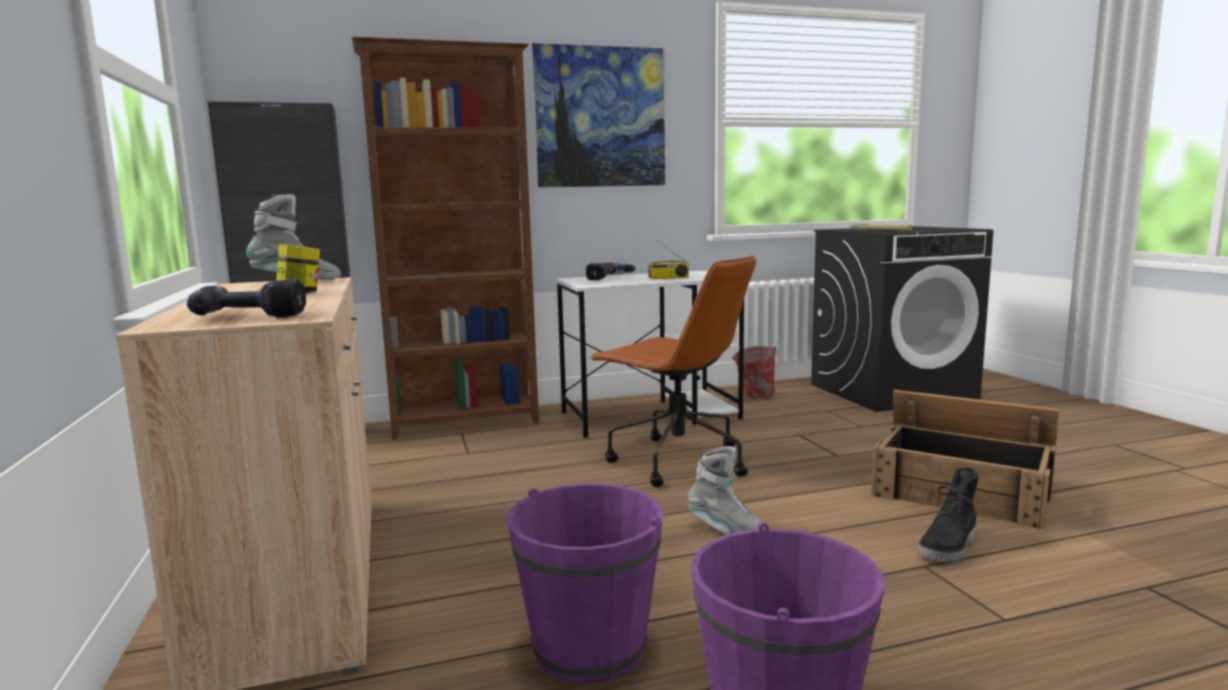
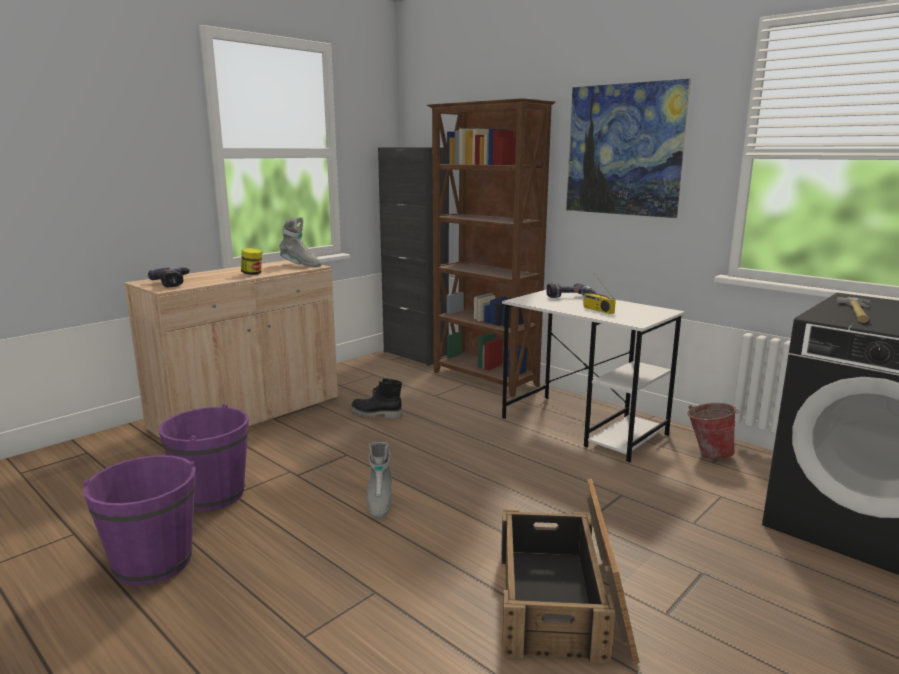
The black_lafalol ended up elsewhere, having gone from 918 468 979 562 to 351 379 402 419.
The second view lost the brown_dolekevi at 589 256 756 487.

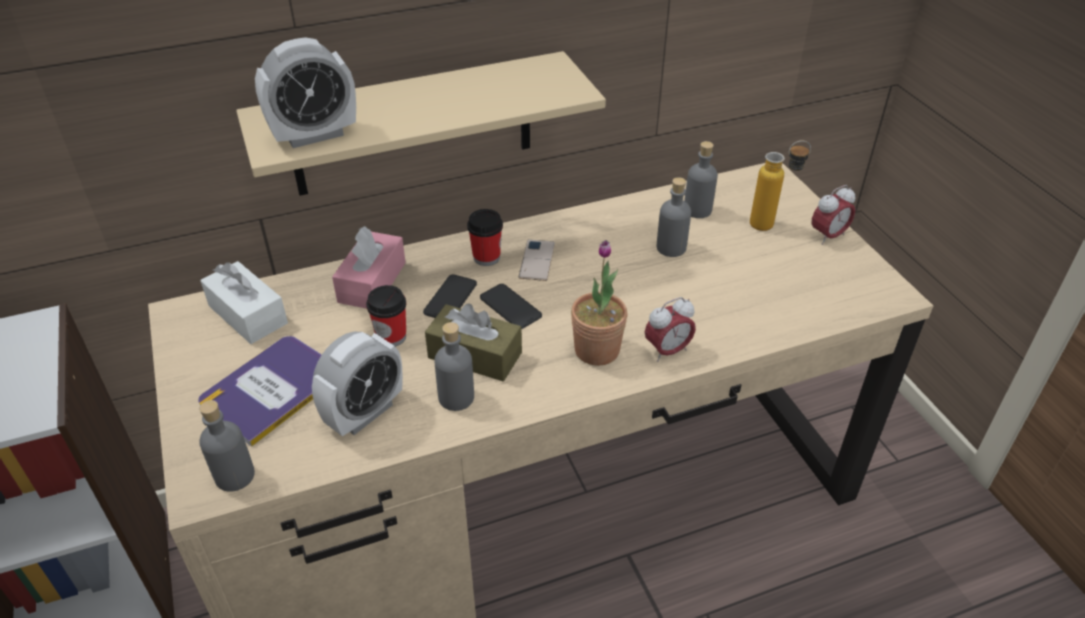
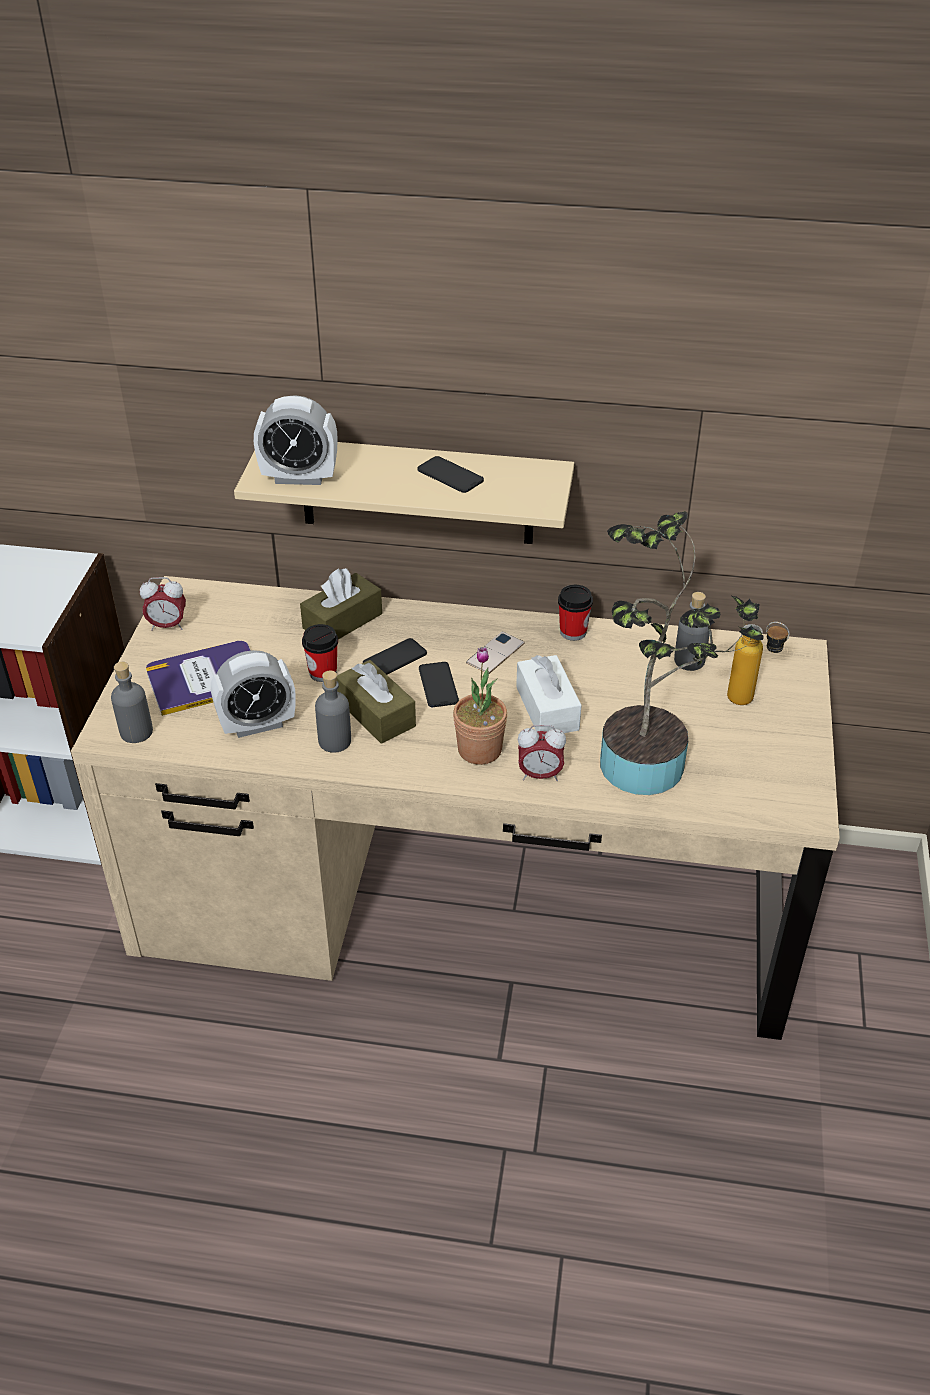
The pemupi ended up elsewhere, having gone from 811 185 855 245 to 140 577 186 631.
What was the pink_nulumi at 332 226 406 309 turned into the brown_nulumi at 300 568 382 639.
The second view gained the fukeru at 418 456 484 493.
The white_nulumi ended up elsewhere, having gone from 200 261 288 344 to 516 655 582 733.
The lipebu ended up elsewhere, having gone from 467 209 503 266 to 558 585 593 641.
The second view gained the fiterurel at 600 511 764 795.
The second view lost the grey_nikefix at 657 177 691 257.

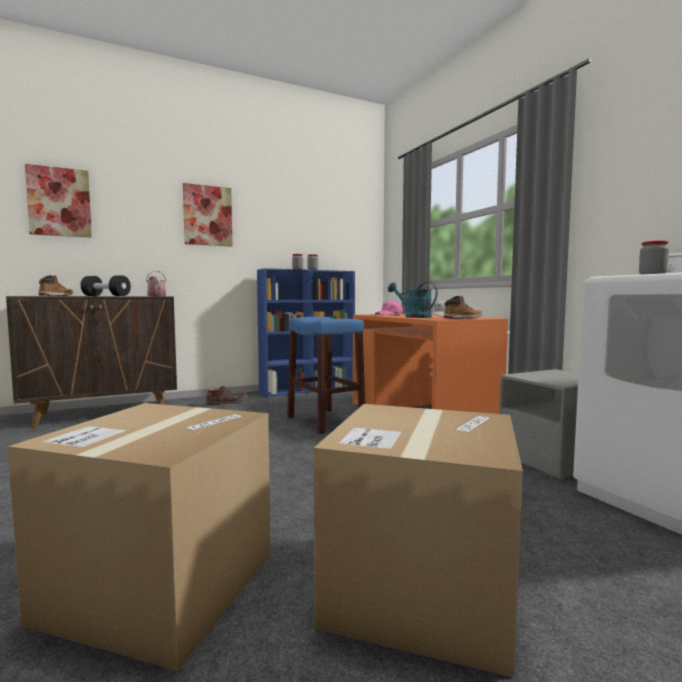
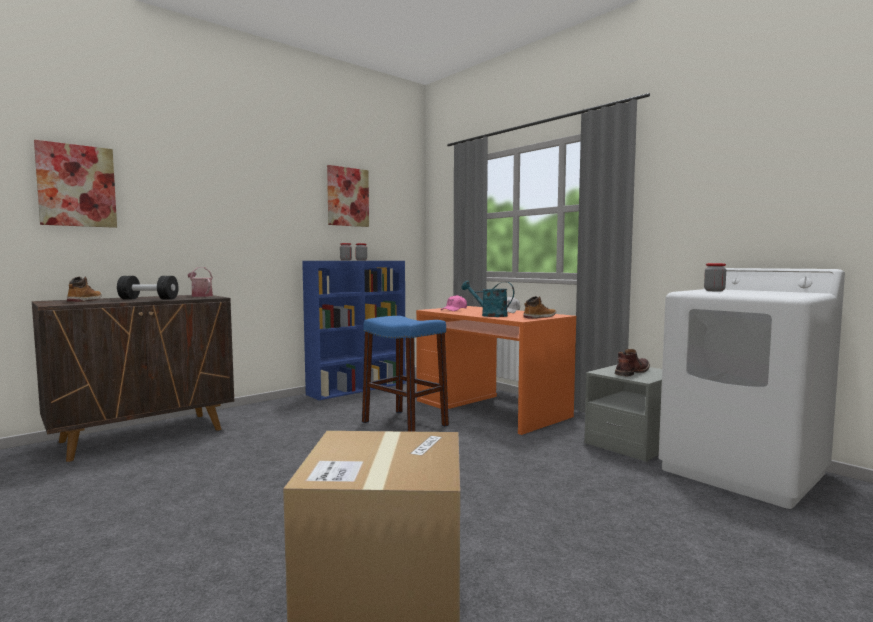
The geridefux ended up elsewhere, having gone from 183 183 233 247 to 327 165 369 227.
The brown_lafalol ended up elsewhere, having gone from 205 386 247 406 to 615 349 650 376.
The second view lost the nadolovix at 314 404 523 678.

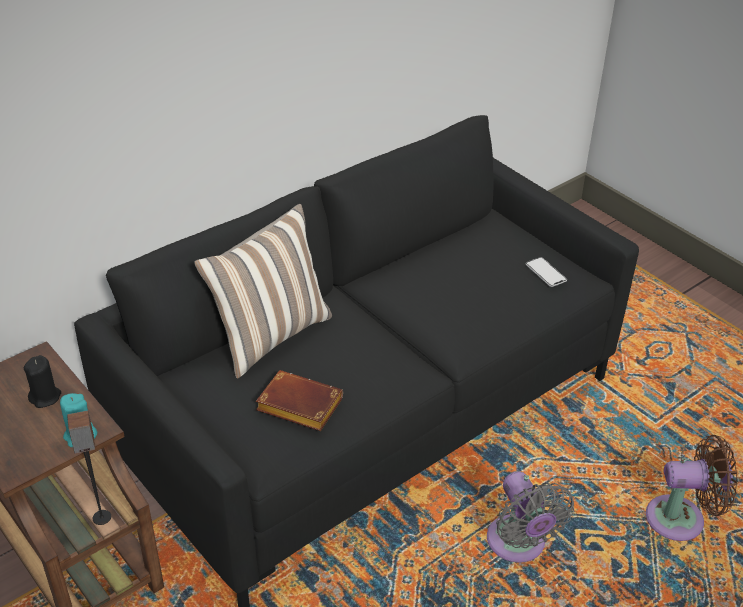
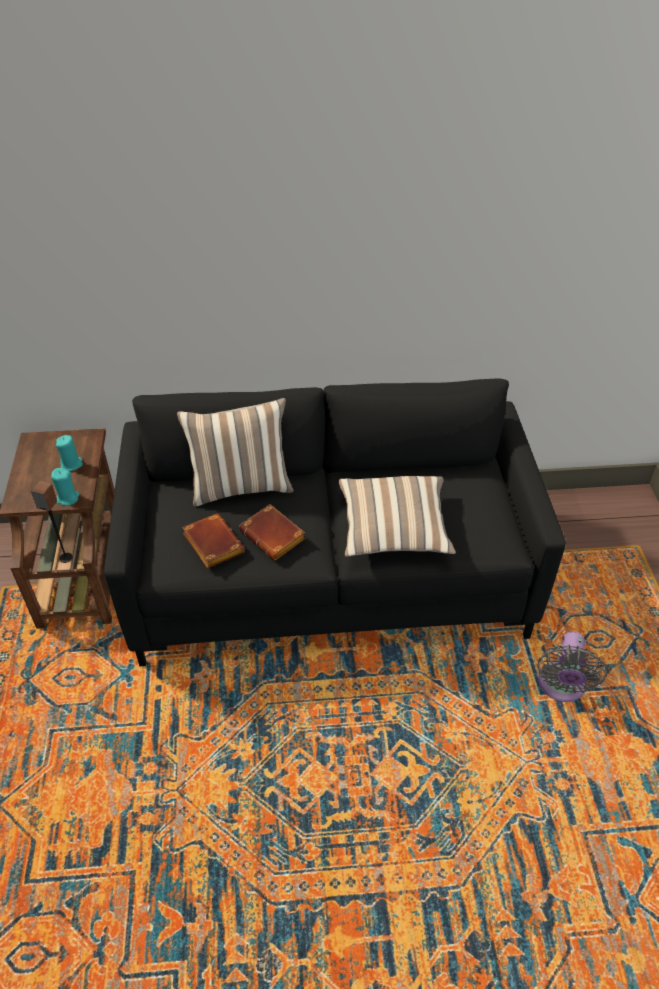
What was the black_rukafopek at 24 355 61 408 turned into the turquoise_rukafopek at 56 435 83 471.
The second view gained the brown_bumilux at 239 504 306 561.
The second view gained the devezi at 339 476 456 557.
The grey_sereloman ended up elsewhere, having gone from 487 471 574 563 to 537 631 607 702.
The second view lost the fukeru at 525 257 567 287.
The second view lost the brown_sereloman at 646 435 737 541.

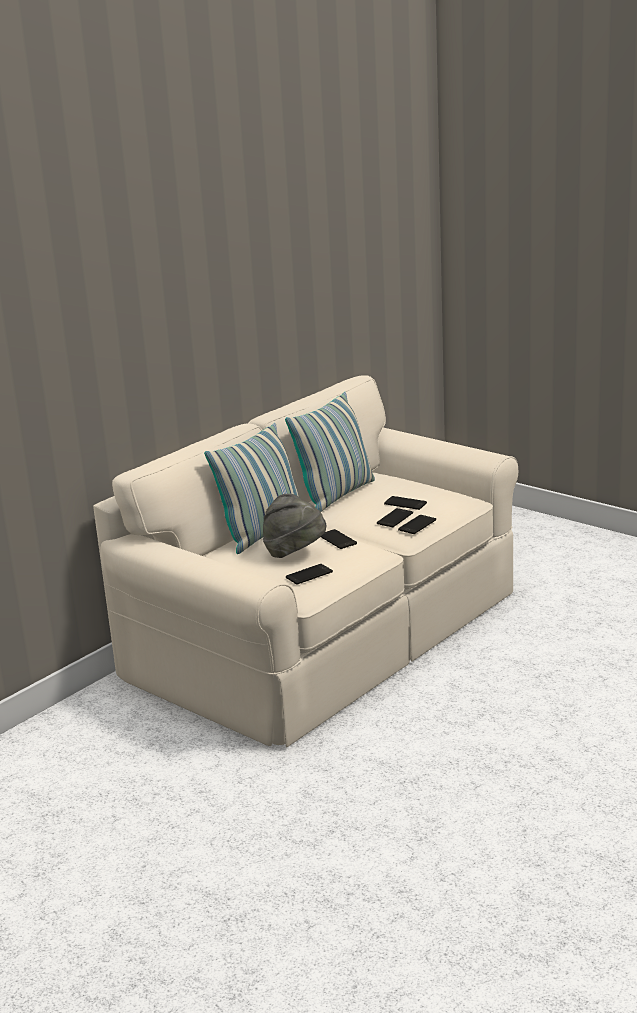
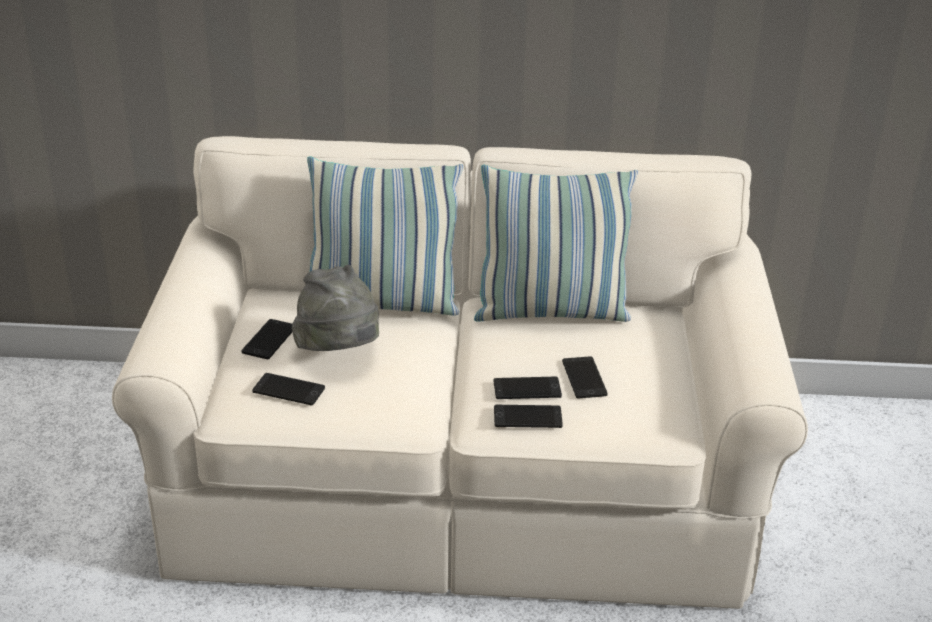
The fukeru ended up elsewhere, having gone from 321 529 357 549 to 241 319 292 359.

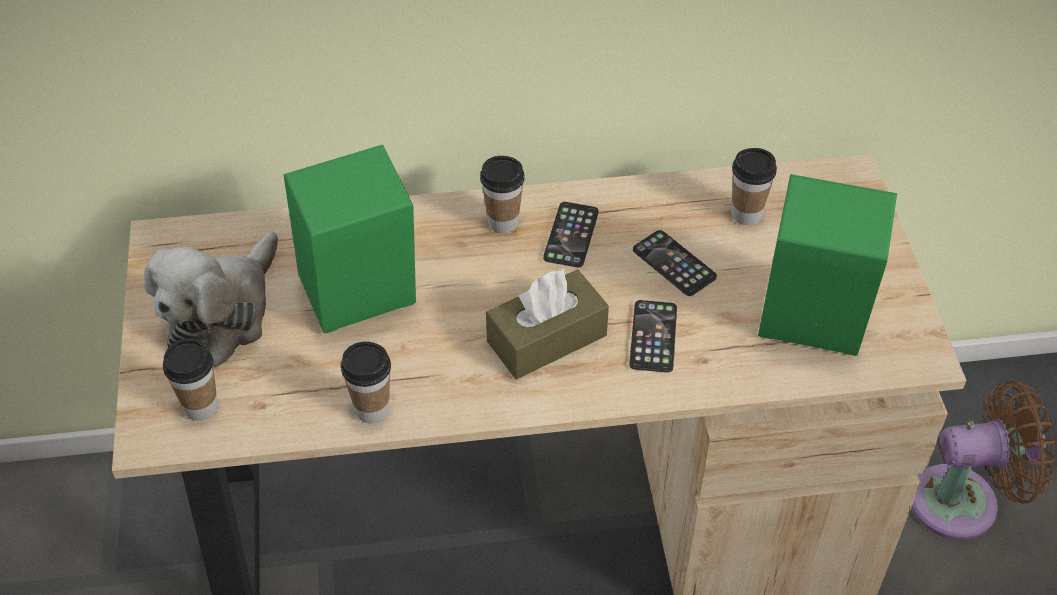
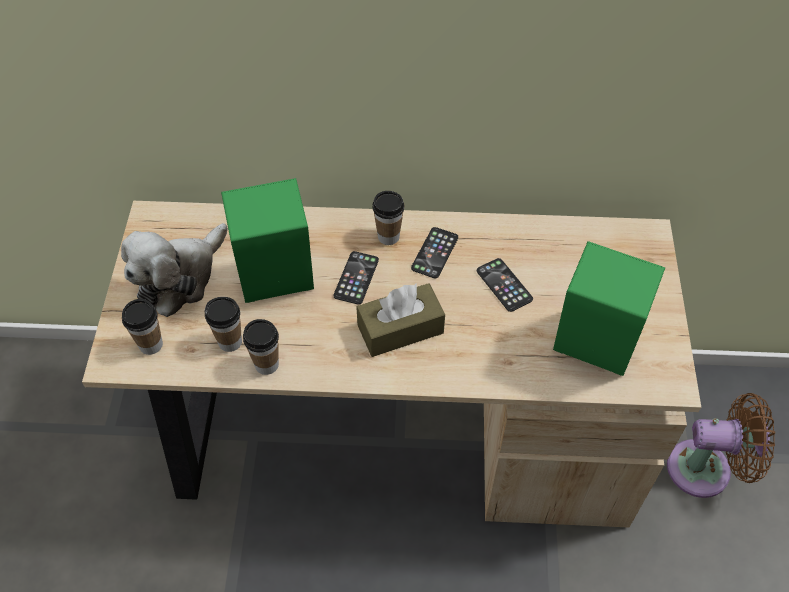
The lipebu ended up elsewhere, having gone from 732 148 777 225 to 205 297 242 352.
The fukeru ended up elsewhere, having gone from 629 300 677 373 to 334 251 379 305.

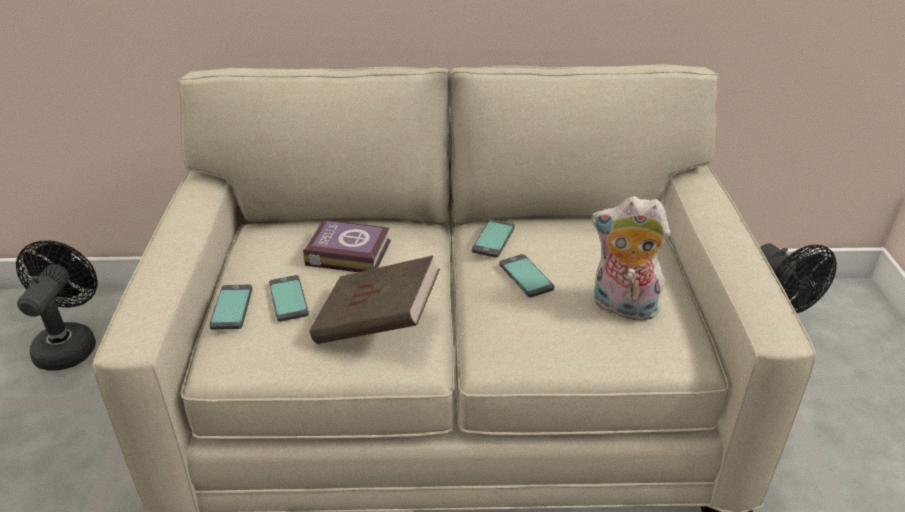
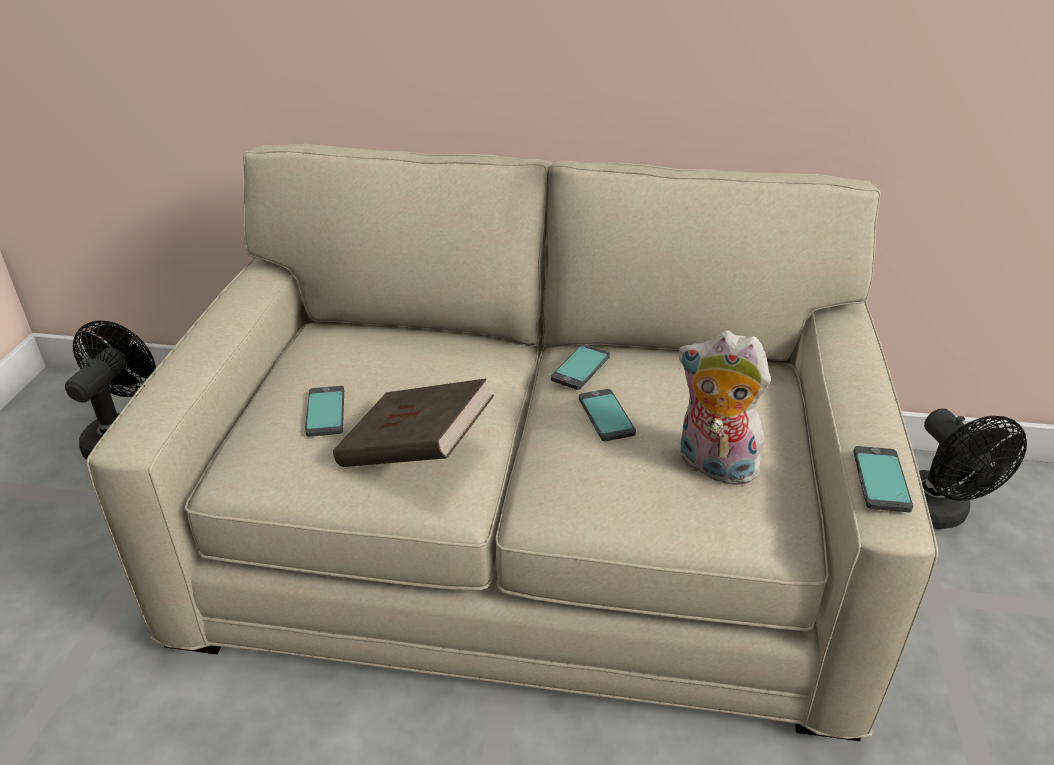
The fukeru ended up elsewhere, having gone from 209 285 252 330 to 853 446 913 512.
The second view lost the bumilux at 303 220 391 272.

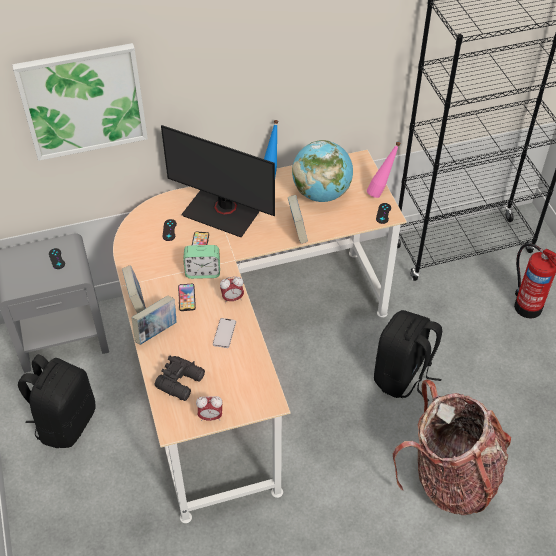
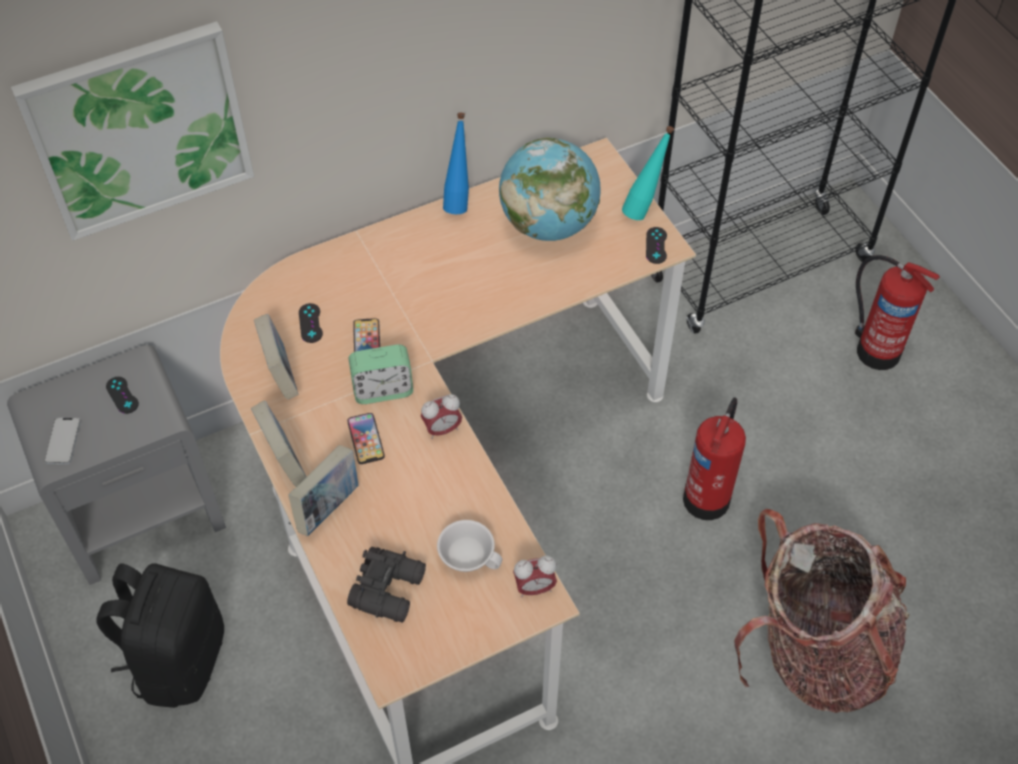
The fukeru ended up elsewhere, having gone from 213 318 236 348 to 44 418 81 464.
The bumilux ended up elsewhere, having gone from 288 195 308 244 to 254 314 298 400.
The second view gained the white_lipebu at 437 520 502 572.
The pemupi ended up elsewhere, having gone from 196 396 223 421 to 513 555 557 597.
What was the pink_nikefix at 367 142 401 198 turned into the turquoise_nikefix at 622 126 674 220.
Where the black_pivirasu stood at 374 310 442 401, the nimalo came to stand at 683 398 746 520.
The second view lost the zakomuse at 161 125 275 237.

